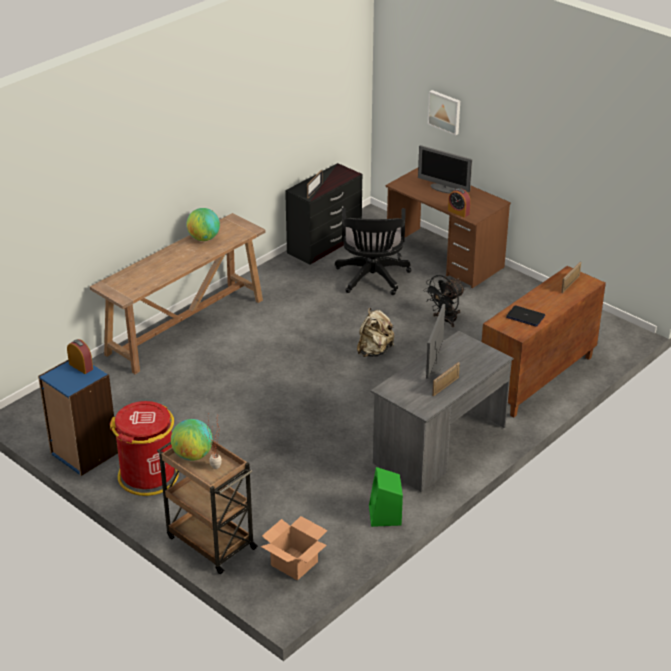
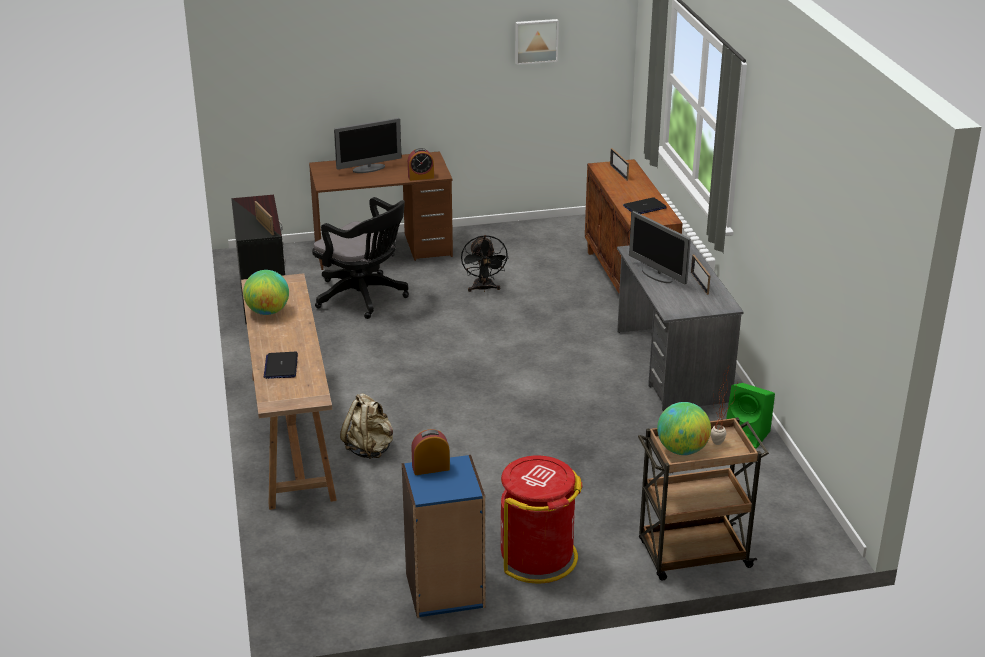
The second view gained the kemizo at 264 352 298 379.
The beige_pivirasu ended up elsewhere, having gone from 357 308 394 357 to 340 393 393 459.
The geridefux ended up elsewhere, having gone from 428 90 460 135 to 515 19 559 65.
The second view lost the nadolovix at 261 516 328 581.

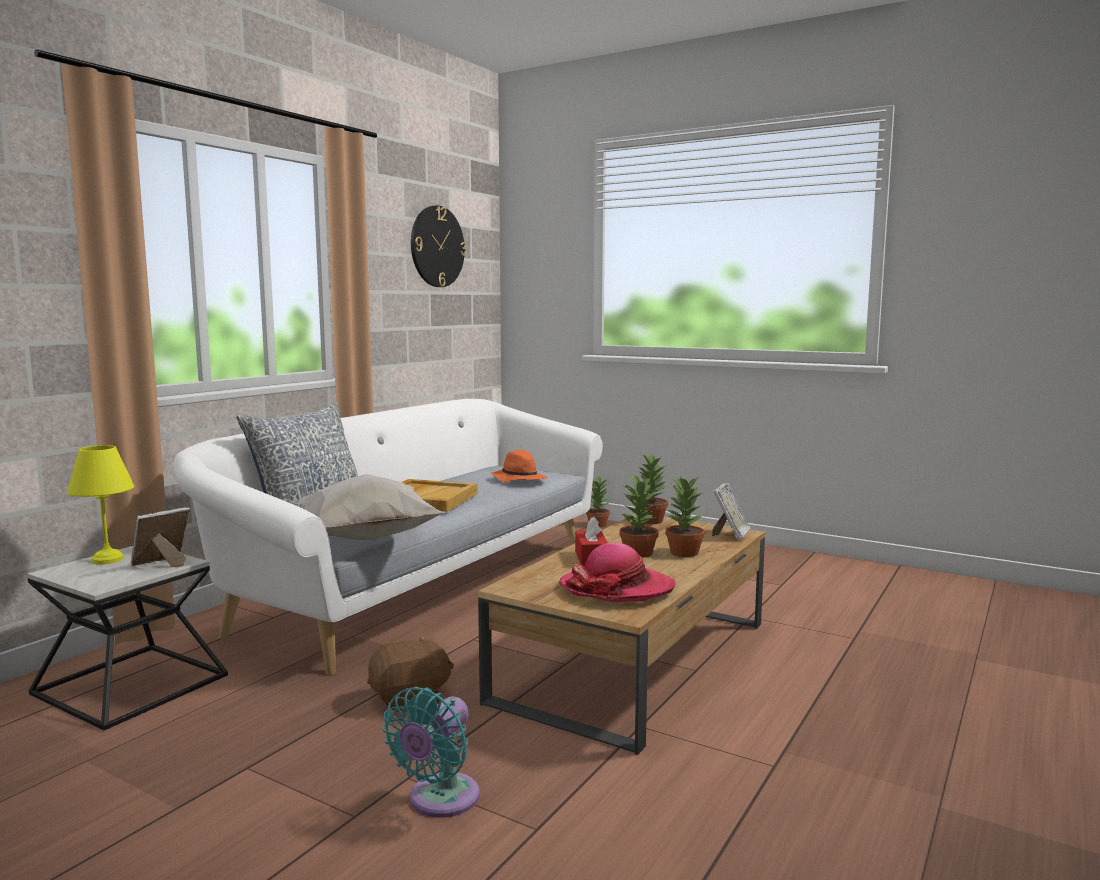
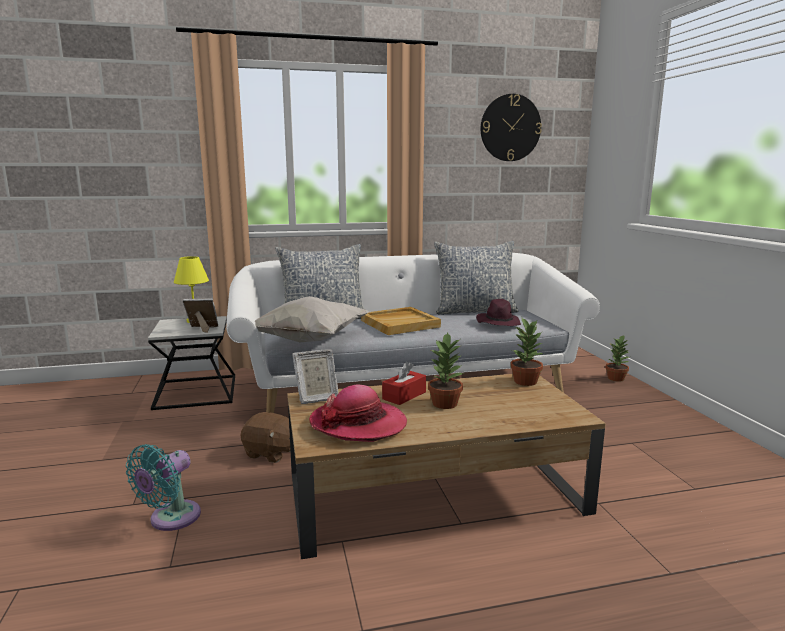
The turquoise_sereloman at 382 687 480 818 ended up facing another way, 45 degrees counterclockwise from before.
The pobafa ended up elsewhere, having gone from 712 483 750 541 to 292 350 338 404.
The second view gained the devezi at 434 241 518 315.
What was the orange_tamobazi at 491 450 548 482 turned into the purple_tamobazi at 476 299 521 326.
The second view lost the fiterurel at 666 477 705 557.

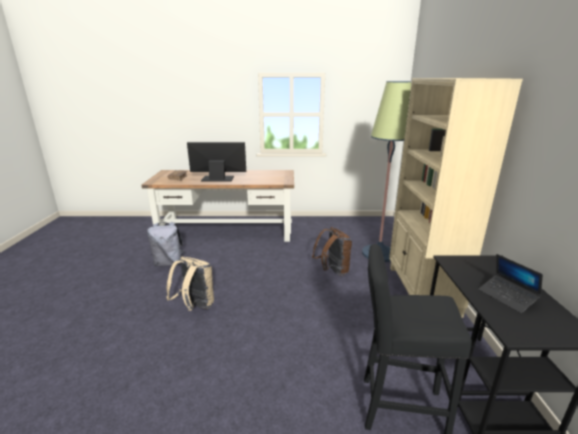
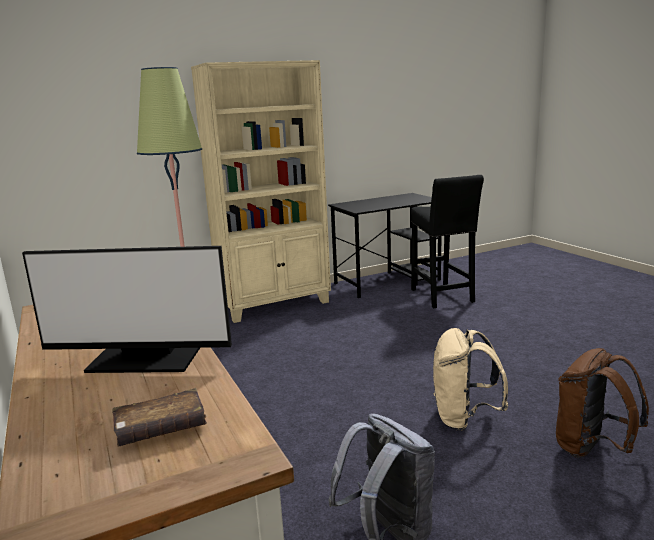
The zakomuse at 187 142 246 181 ended up facing another way, 60 degrees counterclockwise from before.
The brown_pivirasu ended up elsewhere, having gone from 312 227 352 276 to 556 348 649 458.
The second view lost the kemizo at 478 254 543 313.

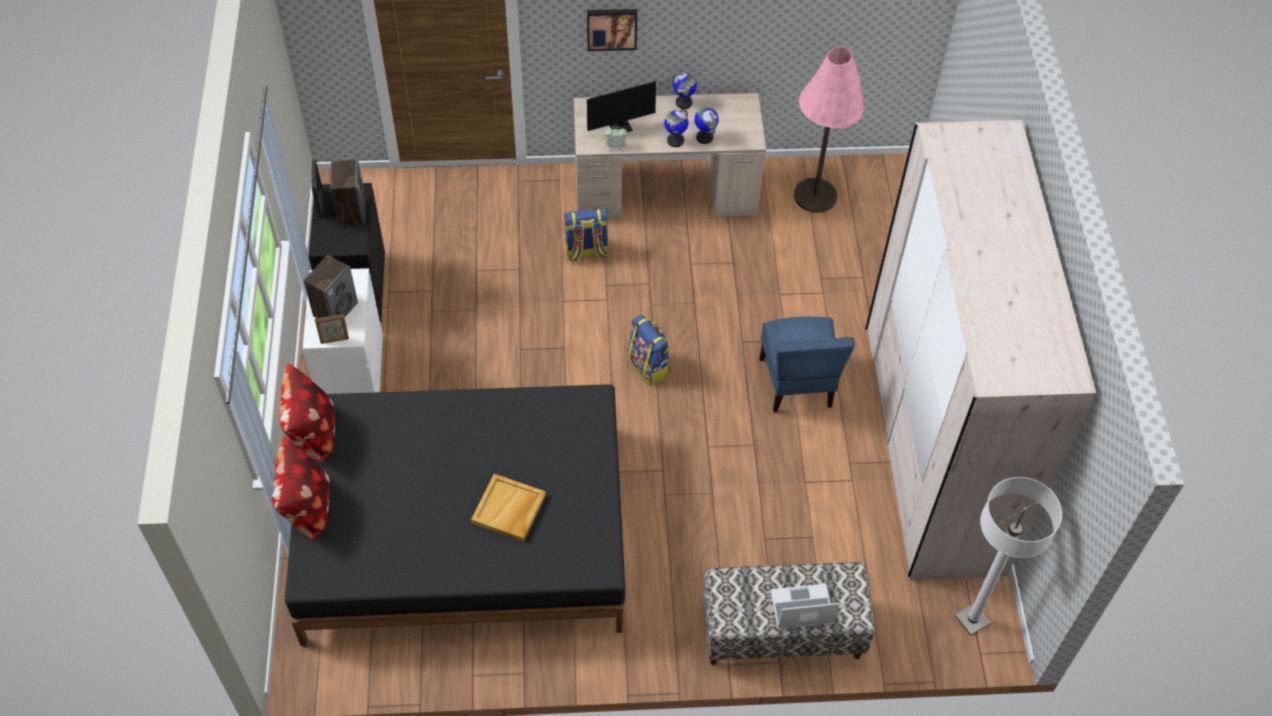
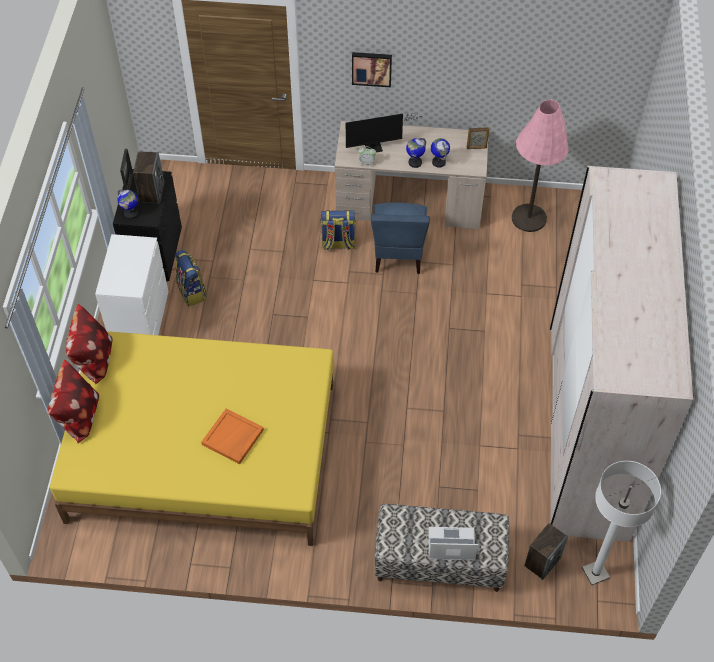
What was the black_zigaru at 285 384 625 646 turned into the yellow_zigaru at 50 331 334 546.
The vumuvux ended up elsewhere, having gone from 671 72 697 109 to 117 189 138 219.
The pivirasu ended up elsewhere, having gone from 627 315 670 386 to 175 250 207 306.
What was the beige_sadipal at 471 474 546 542 turned into the orange_sadipal at 201 409 264 464.
The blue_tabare ended up elsewhere, having gone from 759 316 855 412 to 371 202 430 274.
The pobafa ended up elsewhere, having gone from 315 314 349 344 to 467 127 489 149.
The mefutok ended up elsewhere, having gone from 304 255 358 318 to 524 523 568 580.

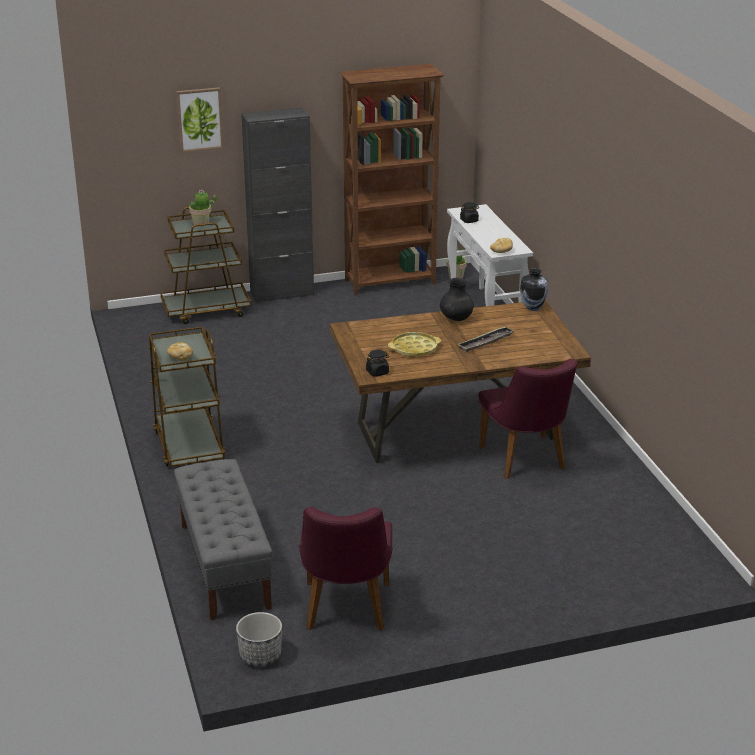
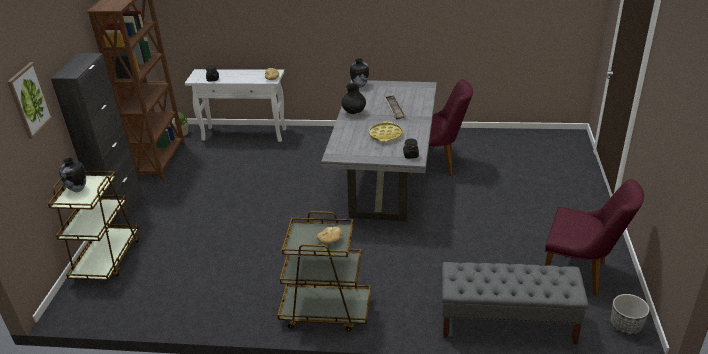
Where the fiterurel stood at 189 189 217 226, the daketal came to stand at 59 157 86 192.
What was the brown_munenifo at 330 300 591 463 turned into the grey_munenifo at 321 80 437 221.

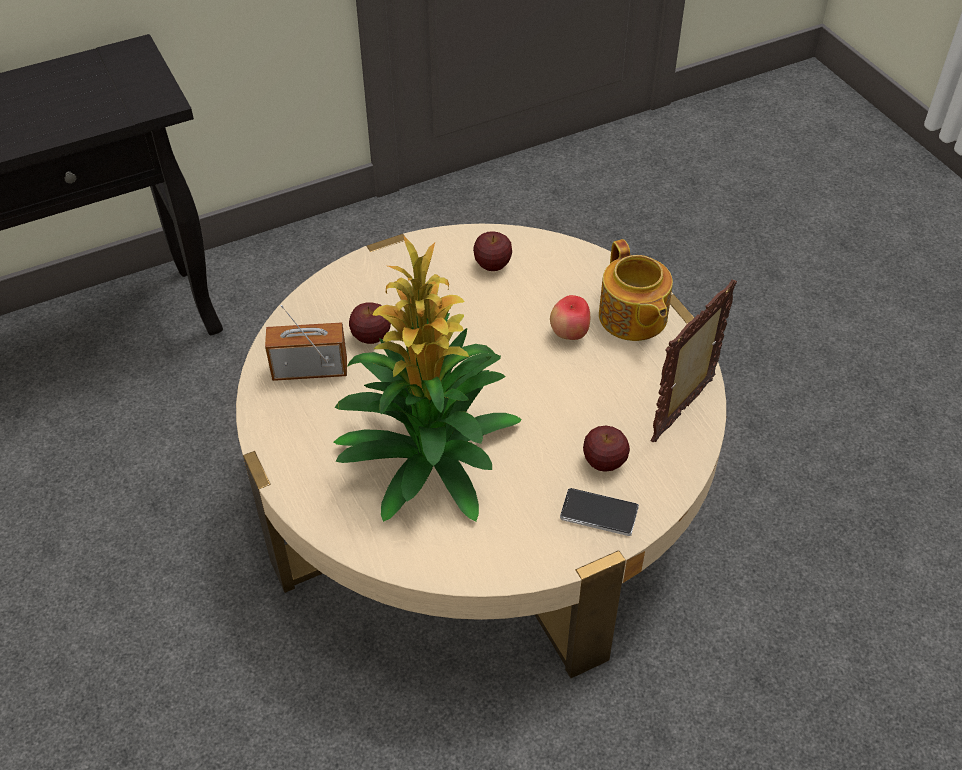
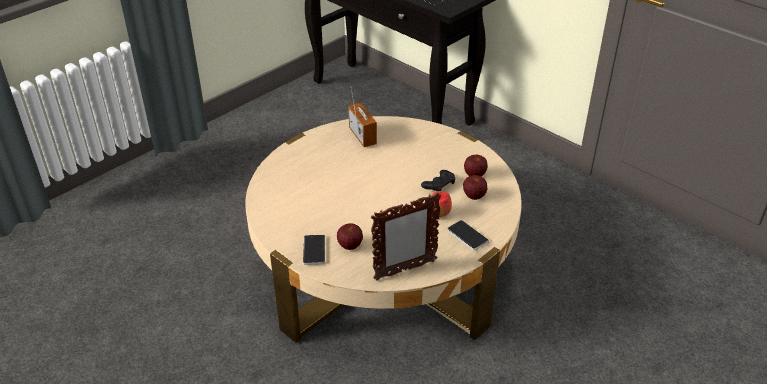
The pobafa at 650 279 737 442 ended up facing another way, 135 degrees clockwise from before.
The second view gained the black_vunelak at 421 170 455 191.
Where the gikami stood at 599 239 673 341, the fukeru came to stand at 447 220 489 251.
The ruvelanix ended up elsewhere, having gone from 349 303 391 344 to 463 175 487 200.
The second view lost the fiterurel at 334 235 522 522.

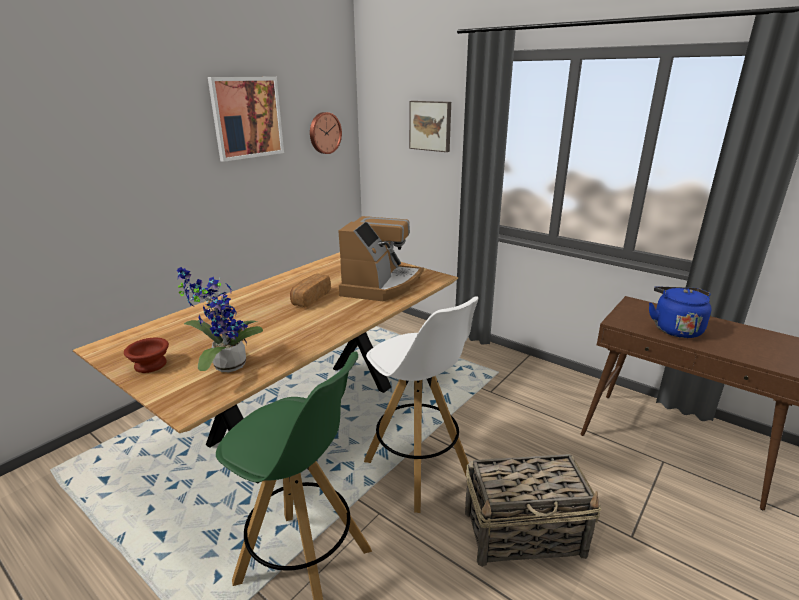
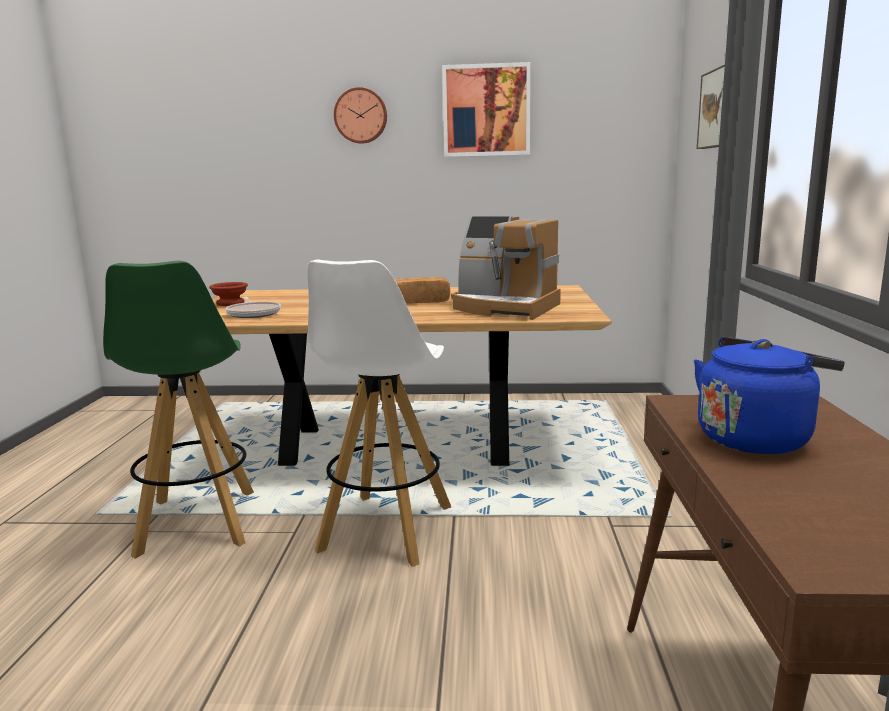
Where the fiterurel stood at 177 267 263 372, the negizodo came to stand at 226 297 281 318.
The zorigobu ended up elsewhere, having gone from 310 112 342 154 to 334 87 387 144.
The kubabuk at 338 216 424 301 ended up facing another way, 45 degrees clockwise from before.
The second view lost the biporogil at 465 454 601 567.

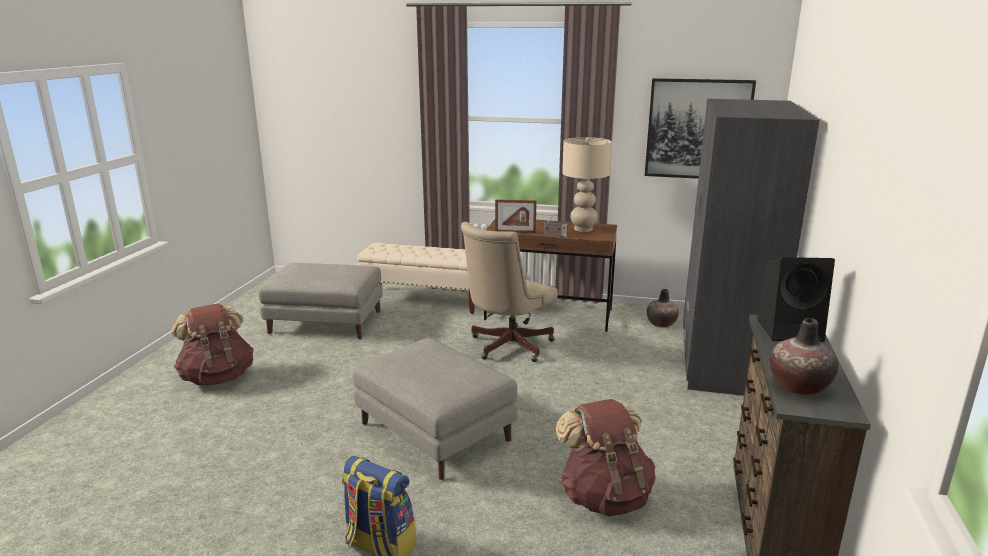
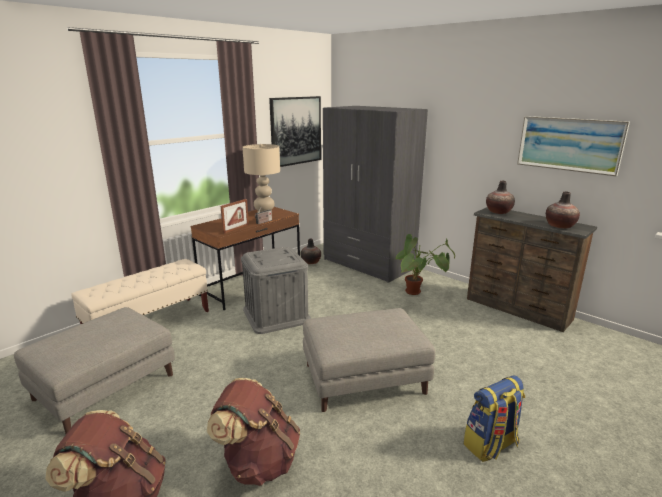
The brown_pivirasu ended up elsewhere, having gone from 556 399 656 516 to 207 378 300 486.
Where the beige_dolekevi stood at 461 222 558 362, the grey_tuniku came to stand at 241 247 311 334.
The second view gained the fiterurel at 395 234 455 295.
Where the black_mefutok stood at 757 257 835 342, the daketal came to stand at 486 181 515 214.
The second view gained the geridefux at 517 116 630 176.

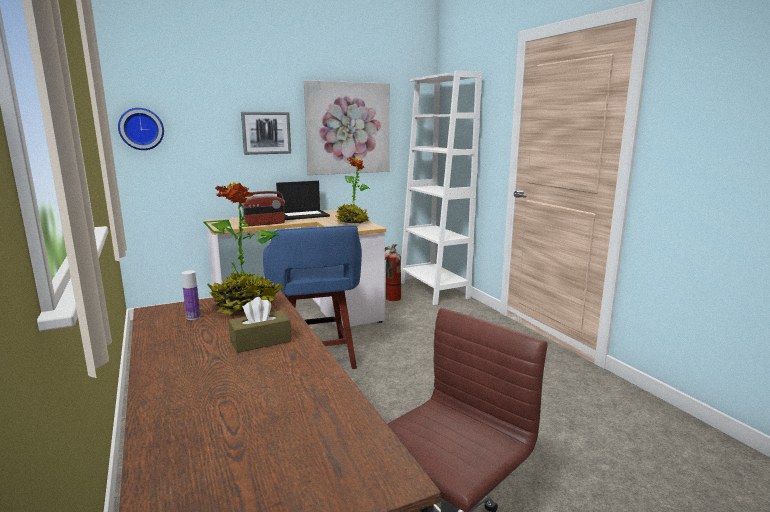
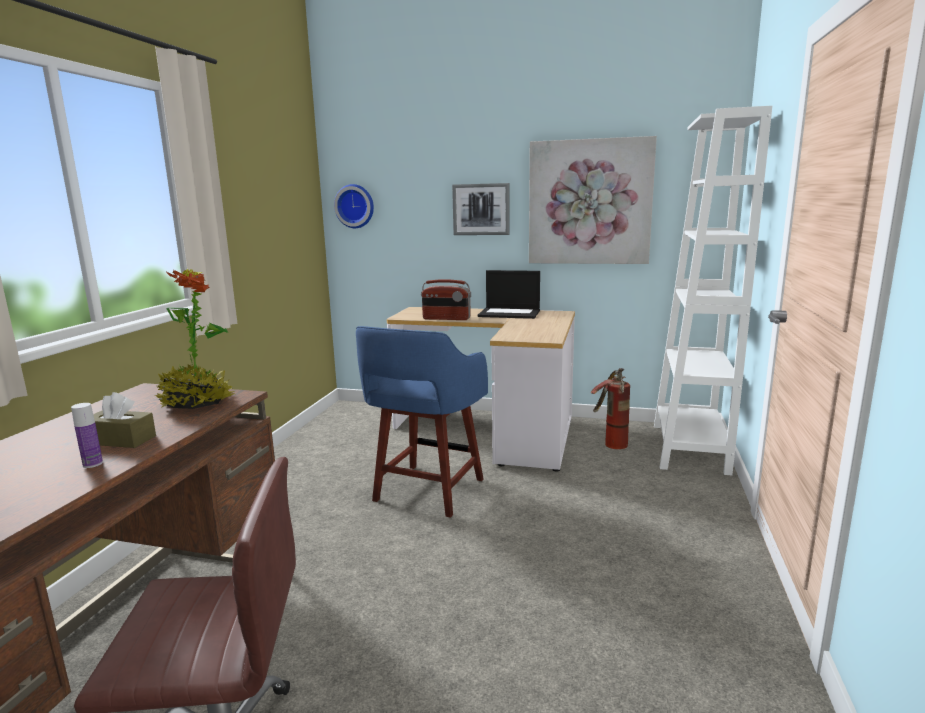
The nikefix ended up elsewhere, having gone from 182 270 200 320 to 71 403 103 468.
The second view lost the fiterurel at 336 158 371 223.

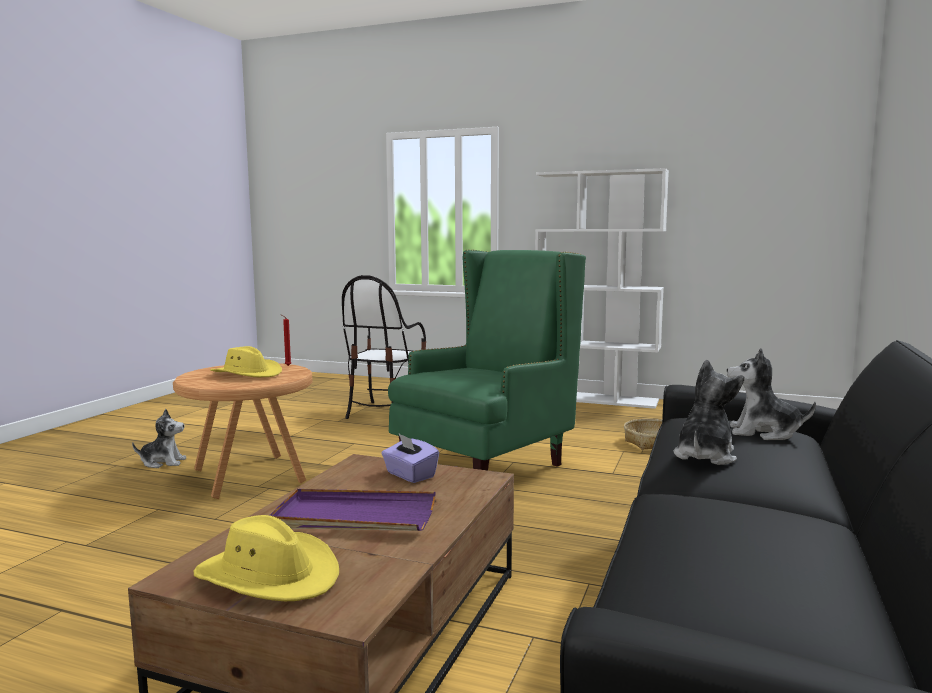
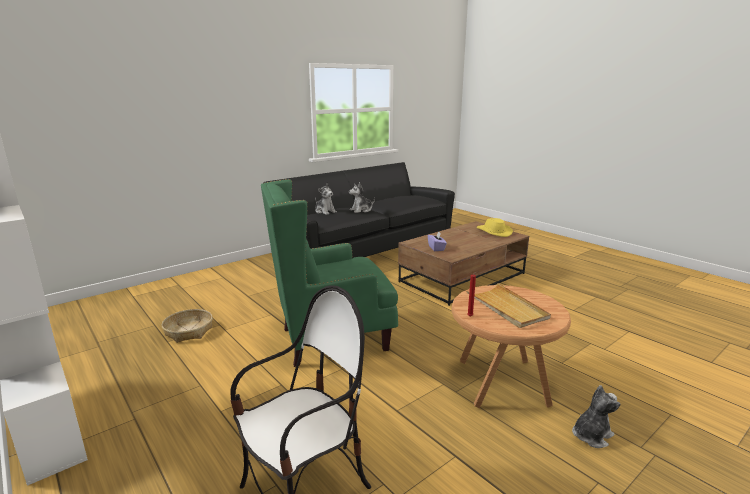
Where the yellow_tamobazi stood at 210 346 282 377, the beige_sadipal came to stand at 466 283 551 328.
The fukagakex at 132 409 186 468 ended up facing another way, 120 degrees clockwise from before.
The second view lost the purple_sadipal at 269 489 436 531.

